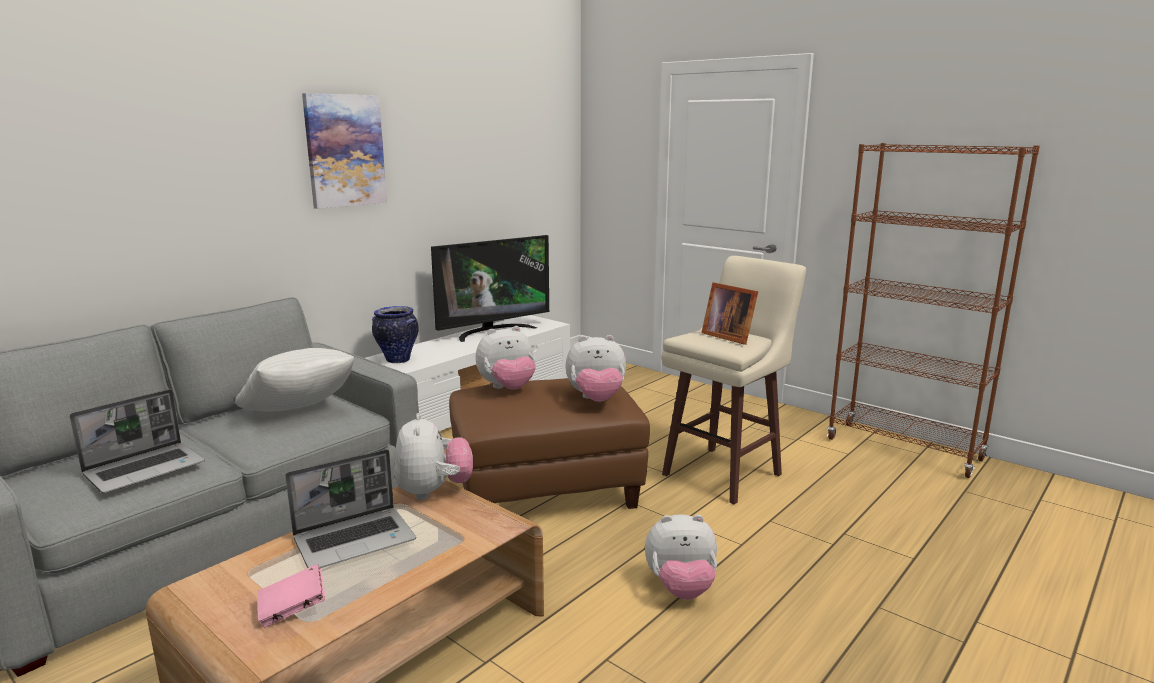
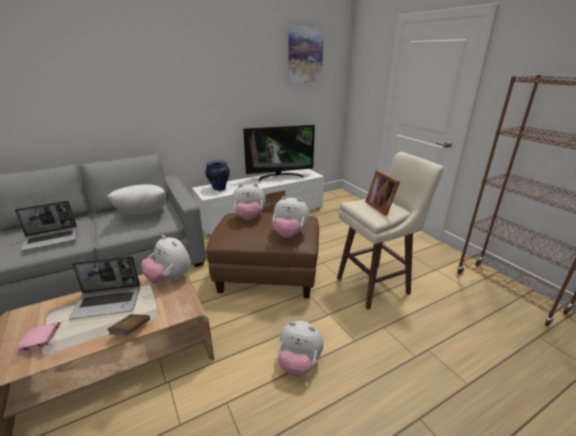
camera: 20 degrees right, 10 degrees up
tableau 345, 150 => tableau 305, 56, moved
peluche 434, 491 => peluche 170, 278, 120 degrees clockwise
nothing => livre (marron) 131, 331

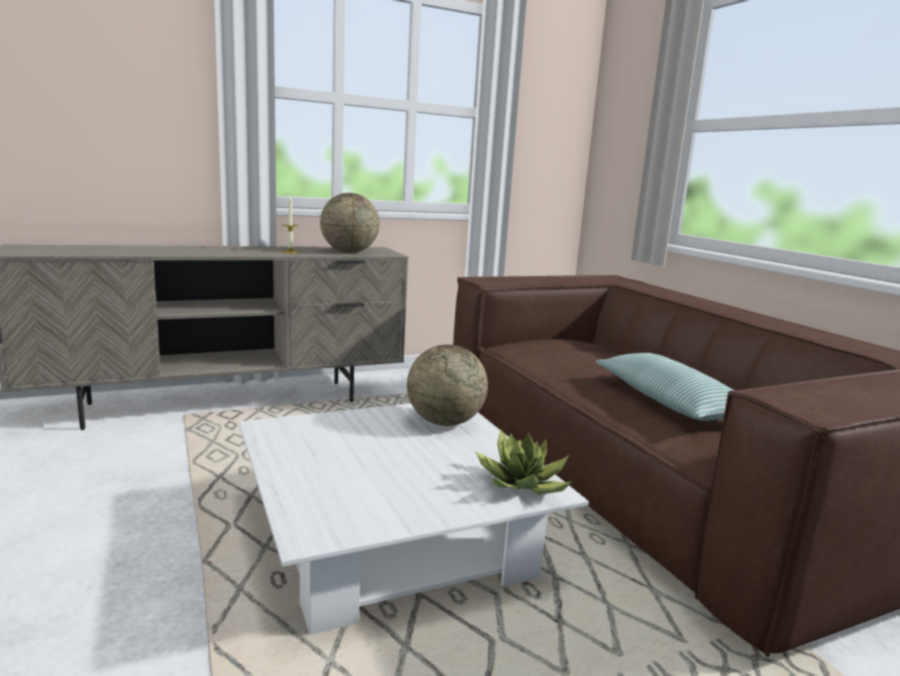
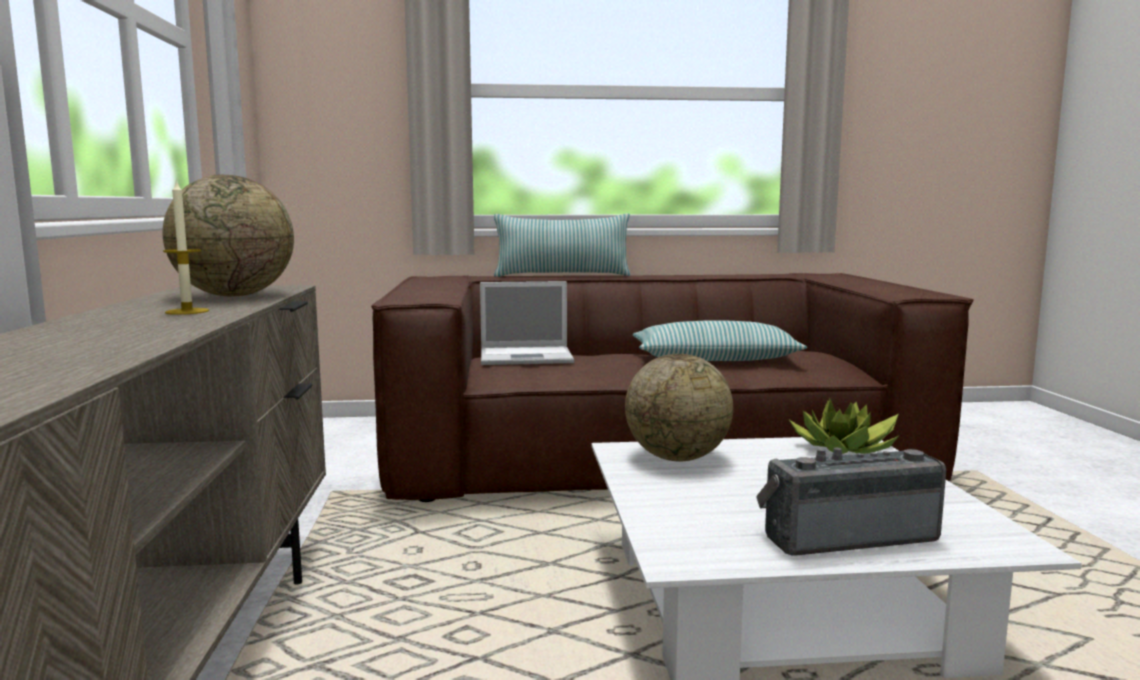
camera: 70 degrees left, 5 degrees down
nothing => coussin 562, 275
nothing => ordinateur portable 528, 357
nothing => radio 846, 535

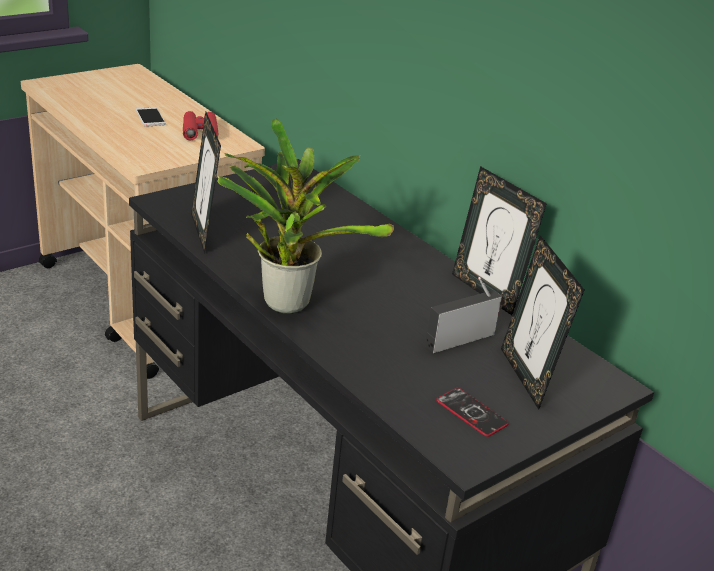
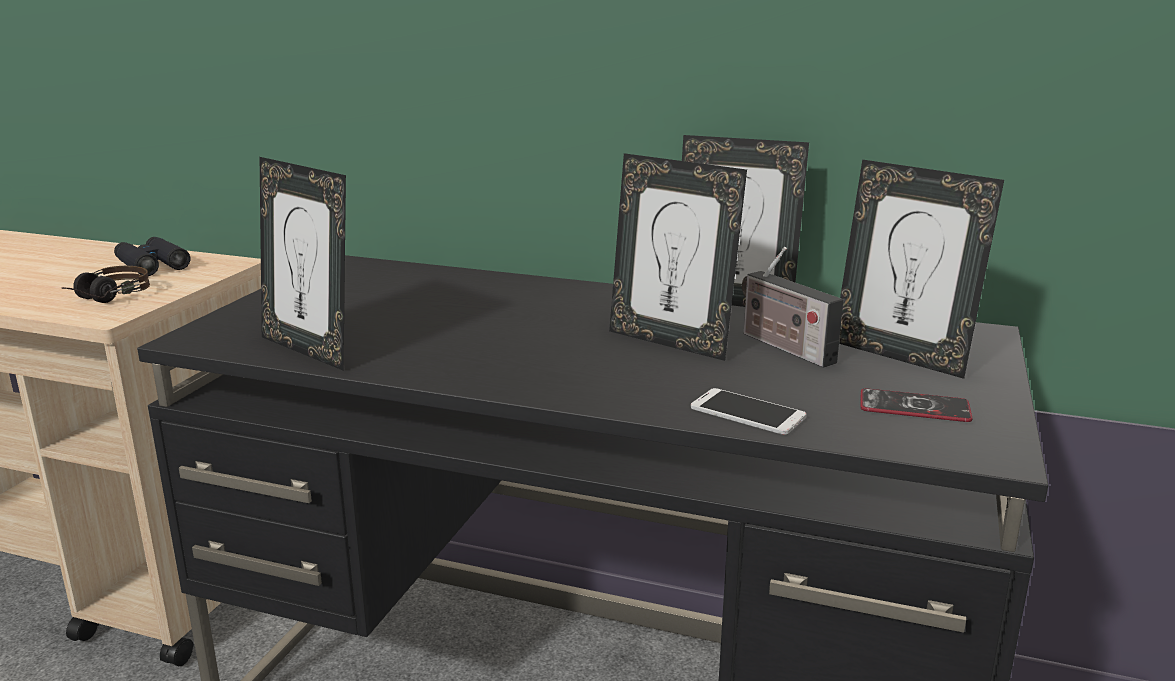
camera: 30 degrees left, 10 degrees down
téléphone 150, 117 => téléphone 747, 412, moved
jumelles (rouge) 200, 131 => jumelles (noir) 152, 265
plante en pot 286, 300 => nothing
radio 462, 339 => radio 782, 347, 60 degrees counterclockwise
nothing => cadre photo 670, 342
nothing => casque audio 102, 300

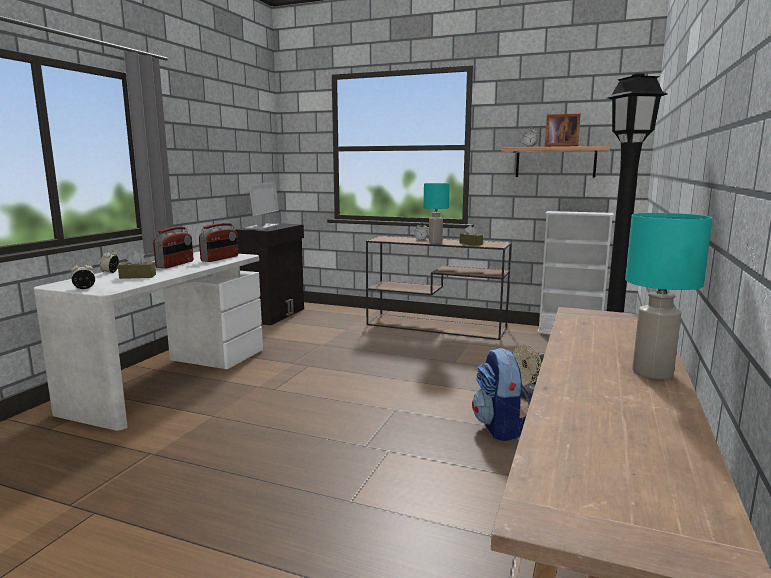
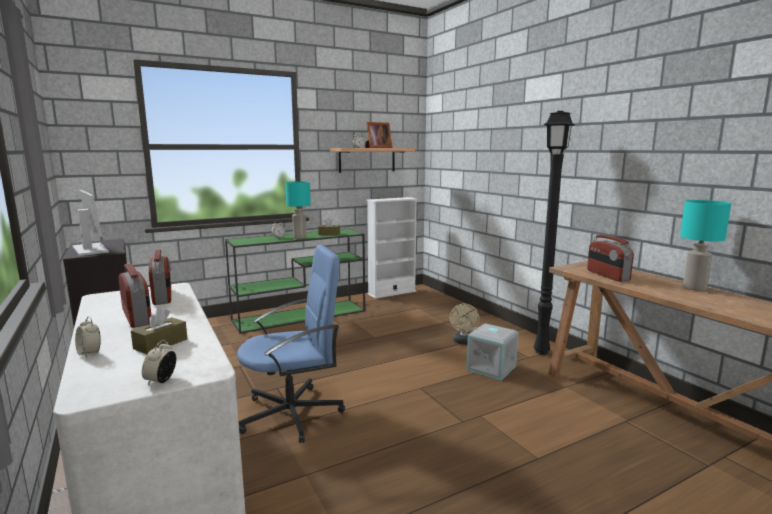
camera: 50 degrees left, 0 degrees up
table console (marron) 437, 326 => table console (vert) 301, 315
sac à dos 500, 428 => boîte de rangement (gris) 492, 367
nothing => radio 607, 275
nothing => chaise de bureau (bleu) 293, 414

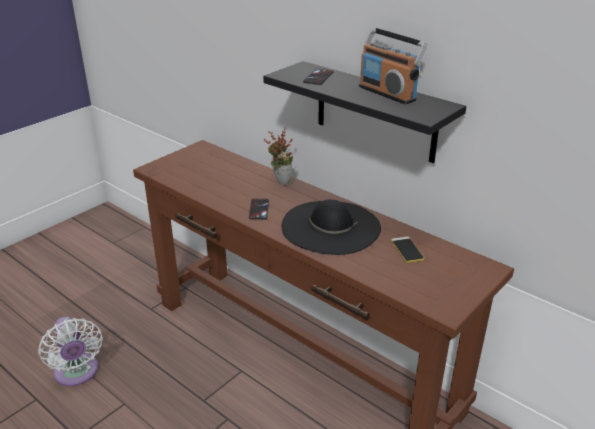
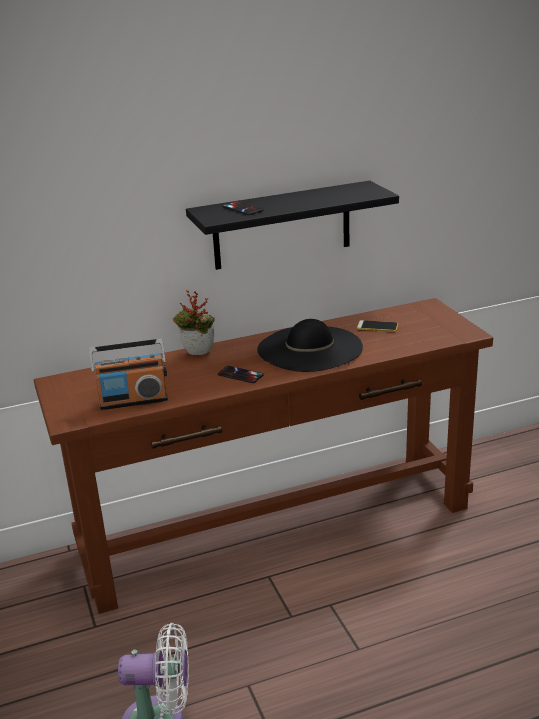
camera: 60 degrees left, 5 degrees down
radio 387, 93 => radio 133, 401, moved

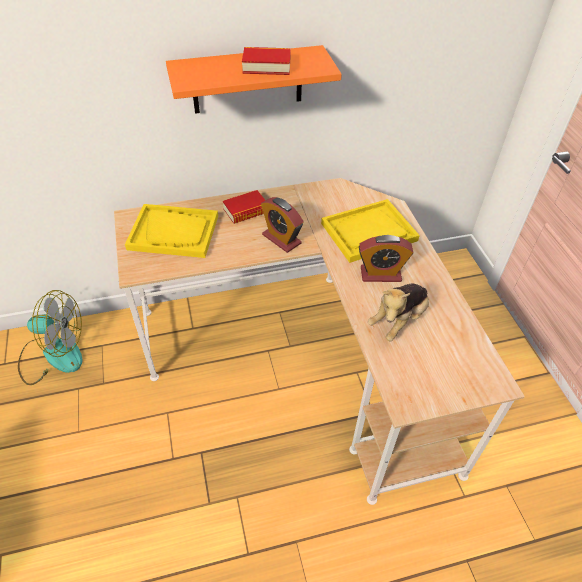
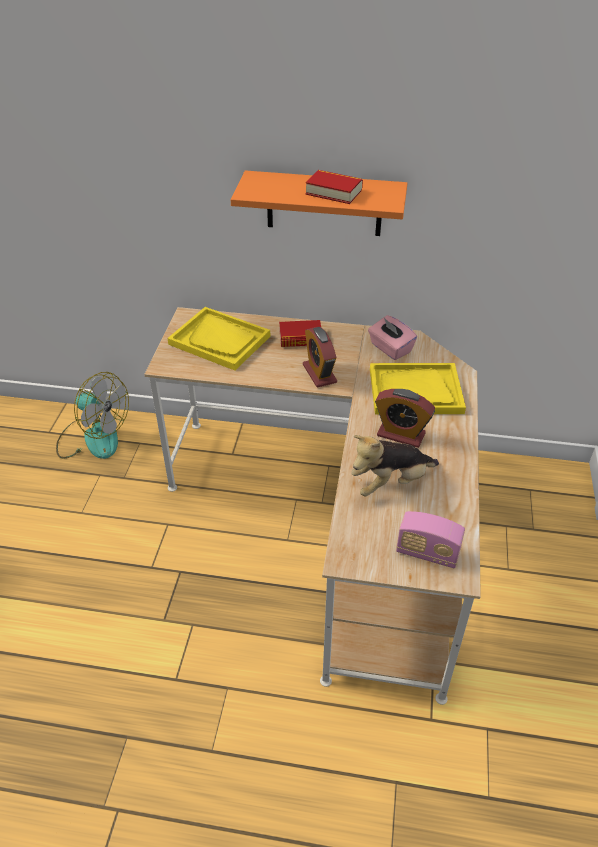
camera: 25 degrees right, 5 degrees down
nothing => boîte à mouchoirs (rose) 390, 348
nothing => radio 427, 553

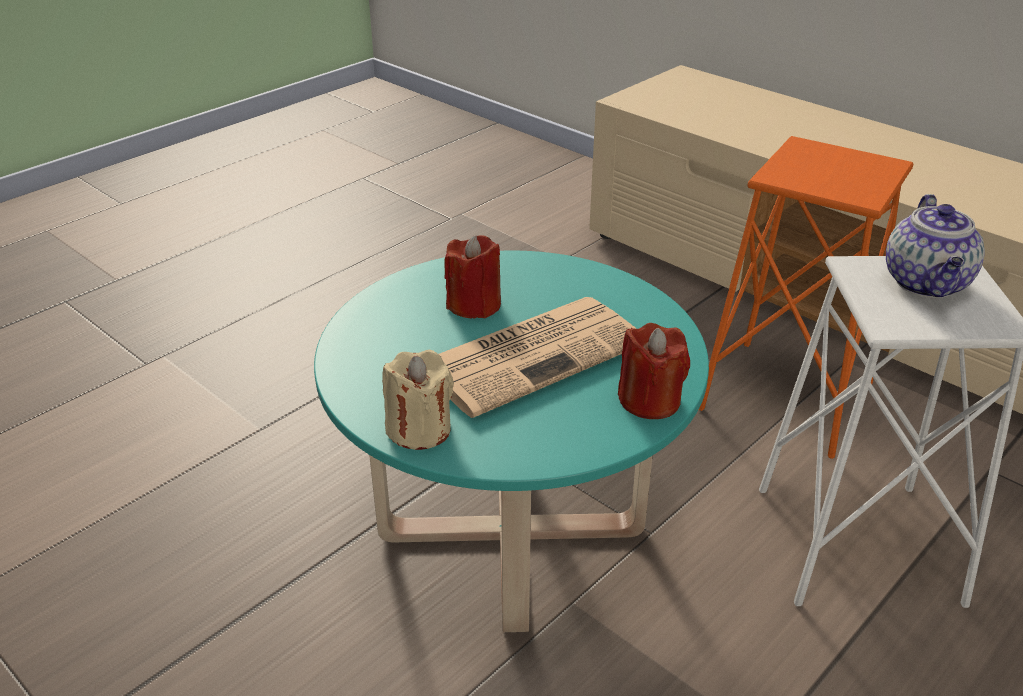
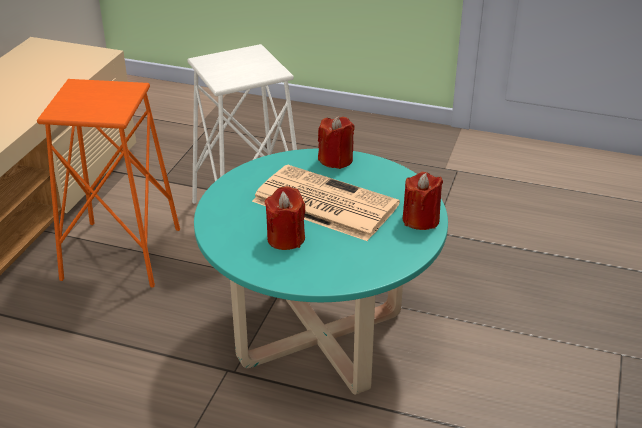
camera: 115 degrees left, 0 degrees up
théière 927, 284 => nothing
bougie (beige) 419, 430 => bougie (rouge) 420, 220

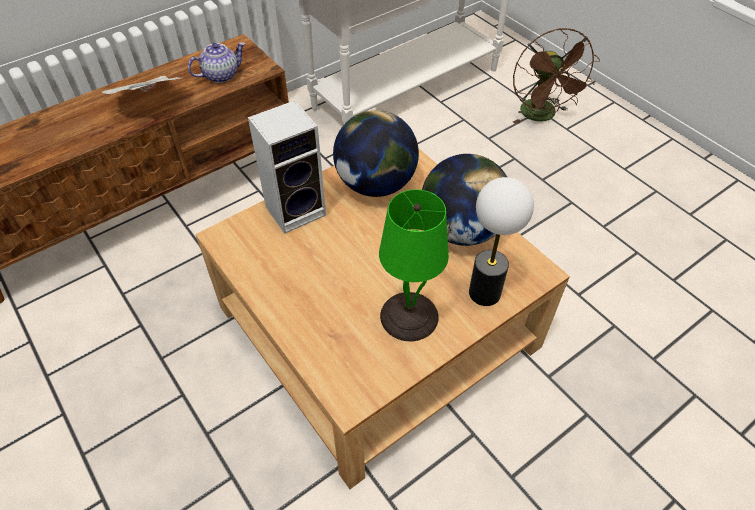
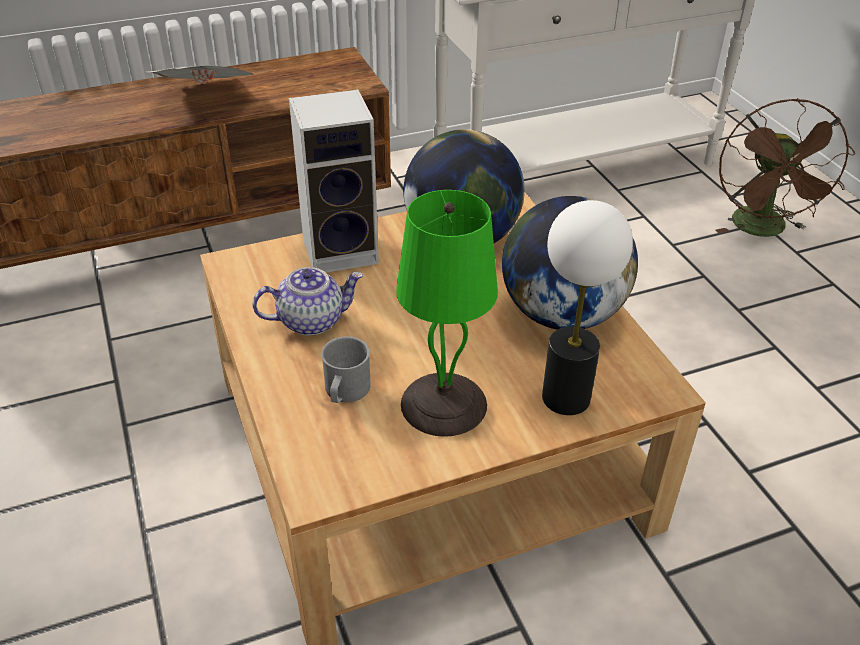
camera: 15 degrees right, 10 degrees down
théière 221, 75 => théière 311, 320, moved
nothing => mug (gris) 345, 392

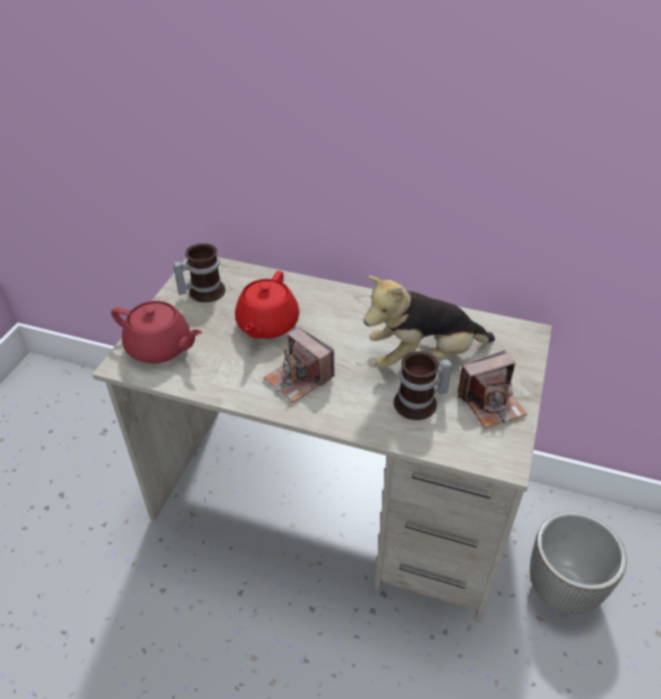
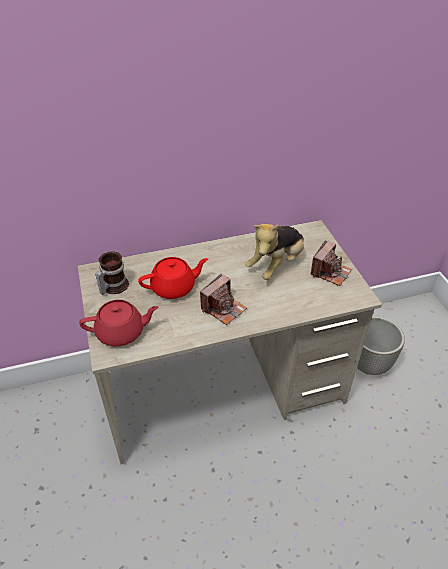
camera: 35 degrees left, 0 degrees up
théière (rouge) 267, 325 => théière (rouge) 174, 288, 90 degrees counterclockwise
appareil photo 298, 378 => appareil photo 223, 308, 60 degrees counterclockwise
mug 420, 404 => nothing

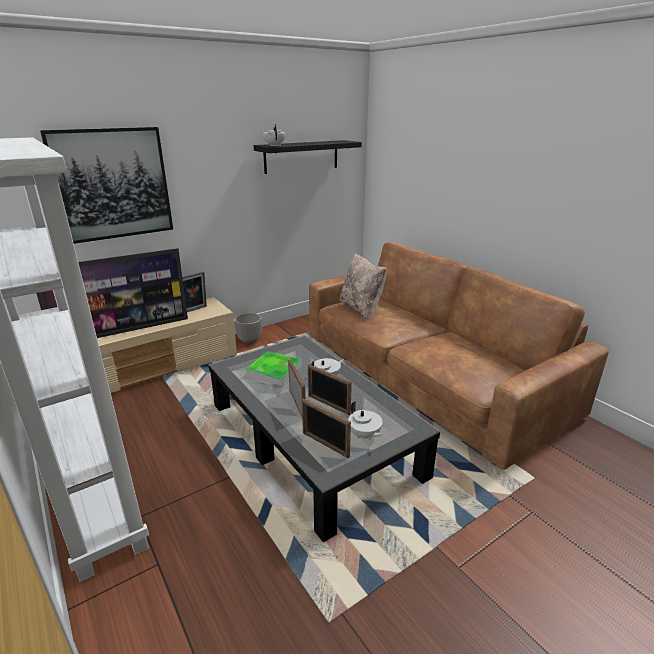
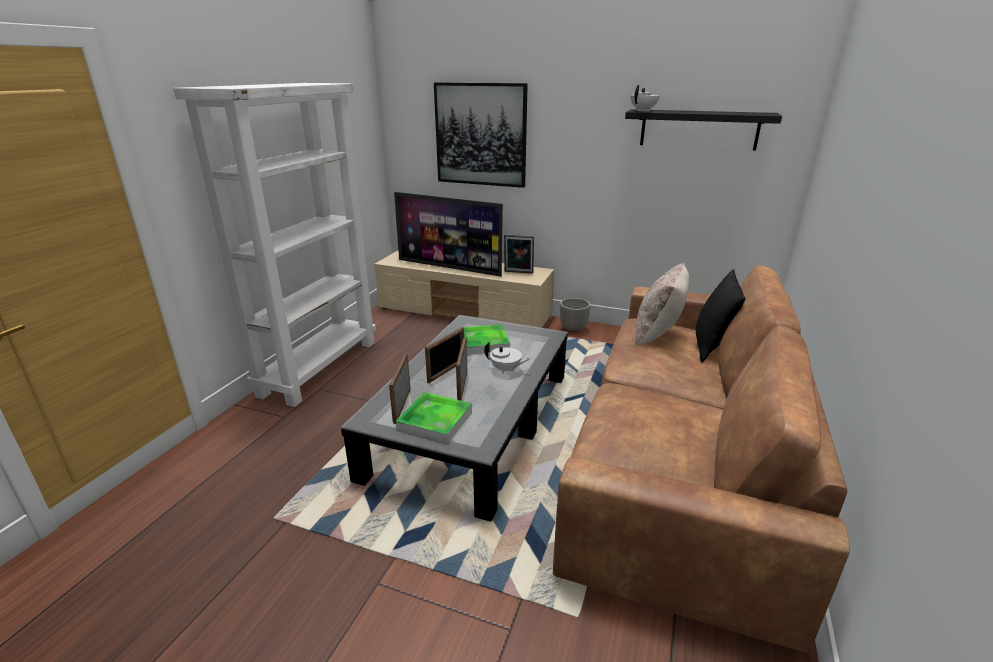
camera: 55 degrees right, 0 degrees up
théière (blanc) 364, 435 => plateau 435, 421
nothing => coussin (noir) 711, 347

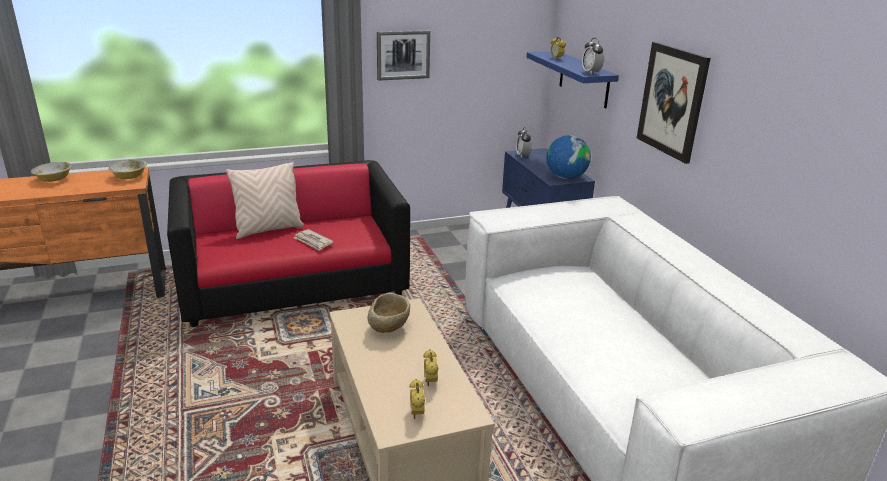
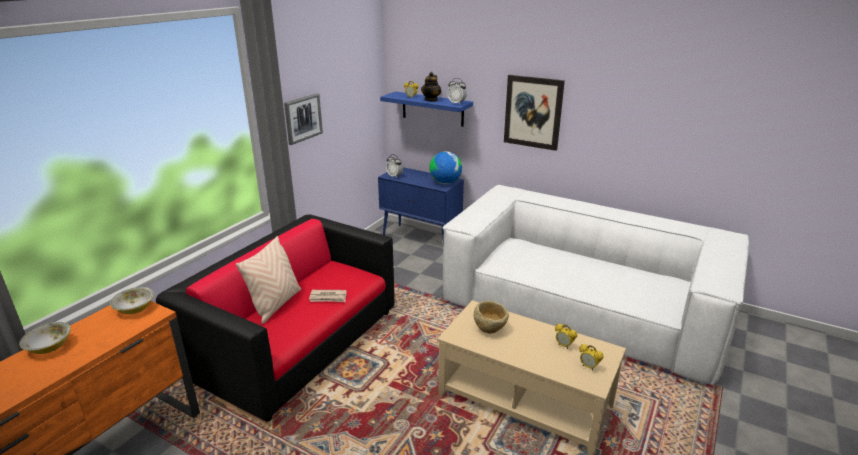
camera: 40 degrees left, 0 degrees up
nothing => théière 431, 100

